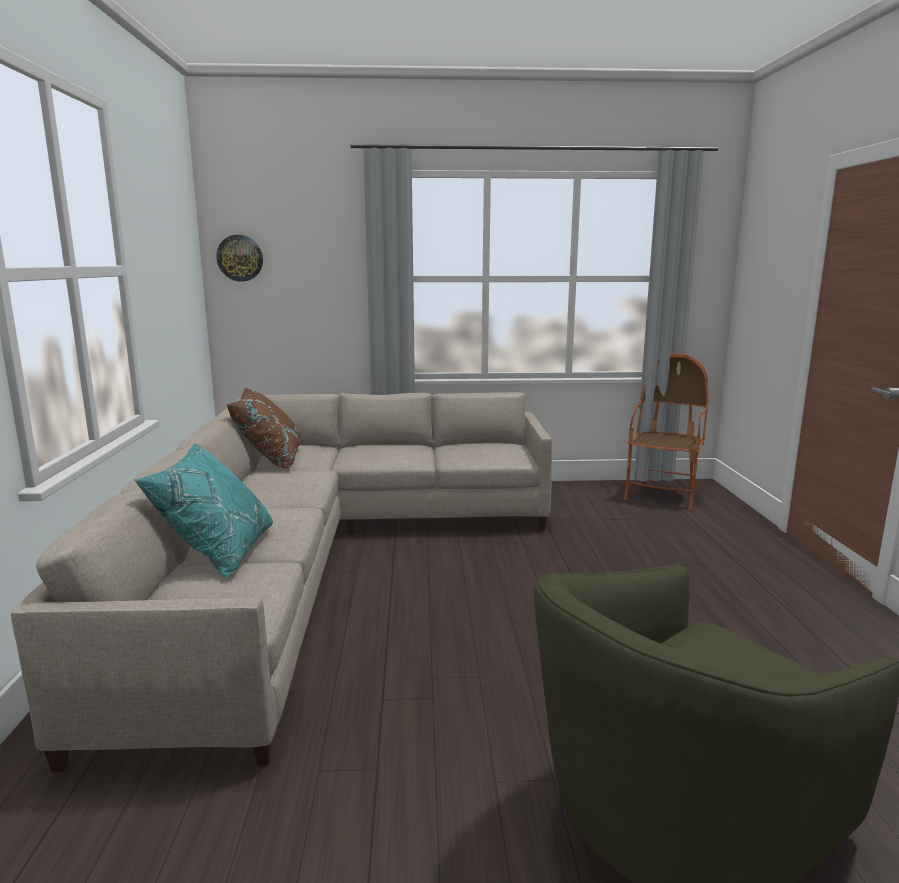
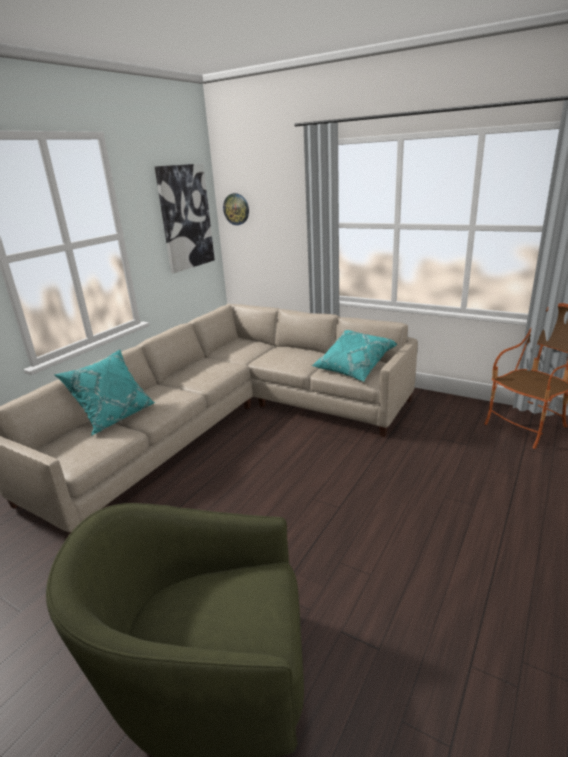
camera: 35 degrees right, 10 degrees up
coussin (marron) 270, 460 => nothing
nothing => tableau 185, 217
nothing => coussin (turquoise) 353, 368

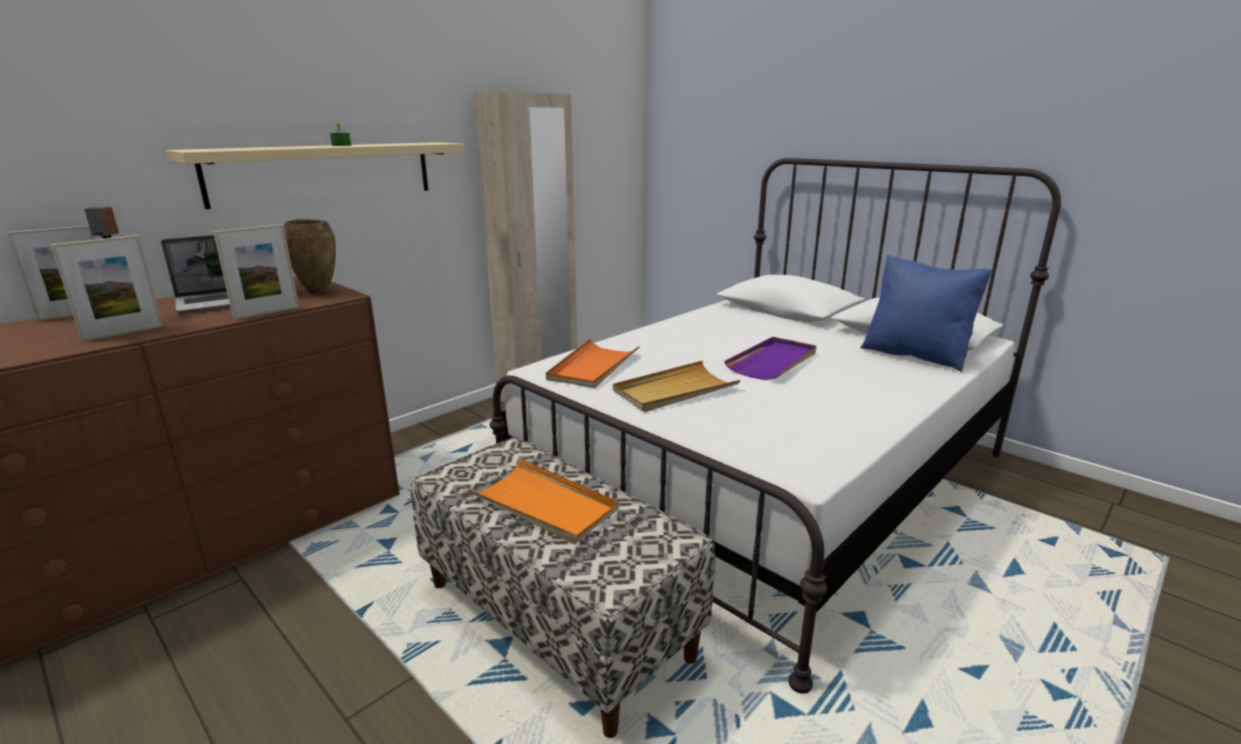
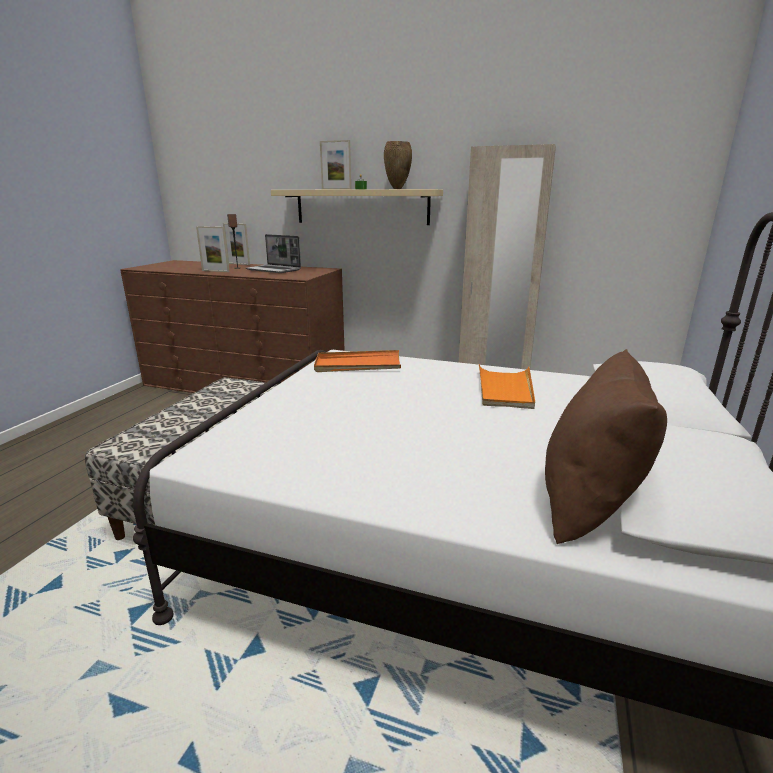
camera: 65 degrees right, 0 degrees up
vase (marron) 319, 293 => vase (marron) 398, 189, moved
cadre photo 267, 313 => cadre photo 336, 189, moved
coussin (bleu) 915, 355 => coussin (marron) 588, 504
plateau (violet) 773, 362 => nothing
plateau (beige) 674, 390 => nothing
plateau (orange) 544, 505 => plateau (orange) 505, 389, moved

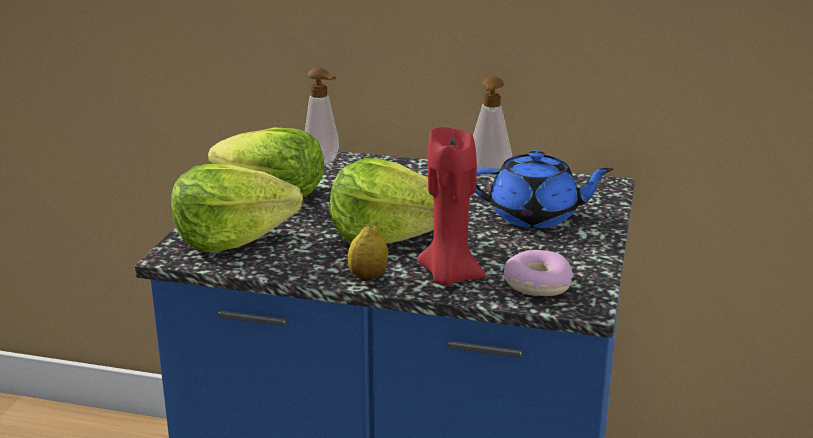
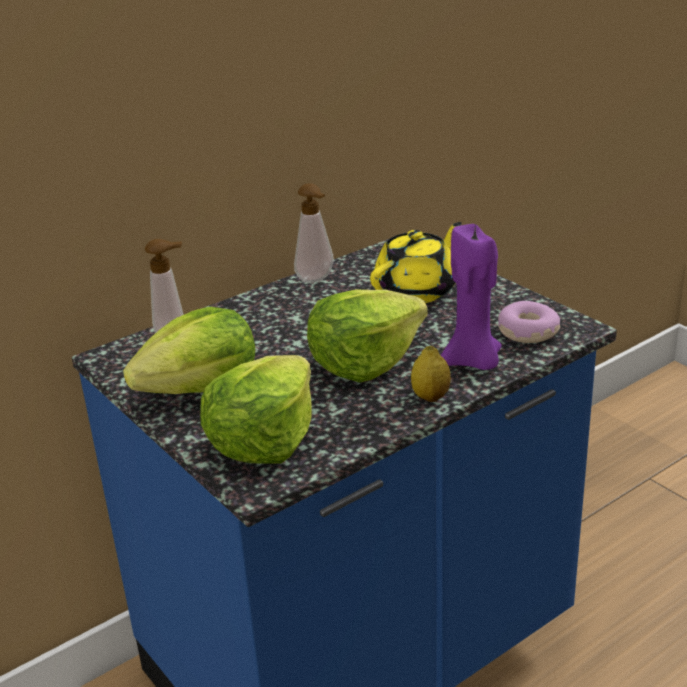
camera: 50 degrees left, 5 degrees up
bougie (rouge) 449, 276 => bougie (violet) 473, 362
théière (bleu) 535, 216 => théière (jaune) 417, 290

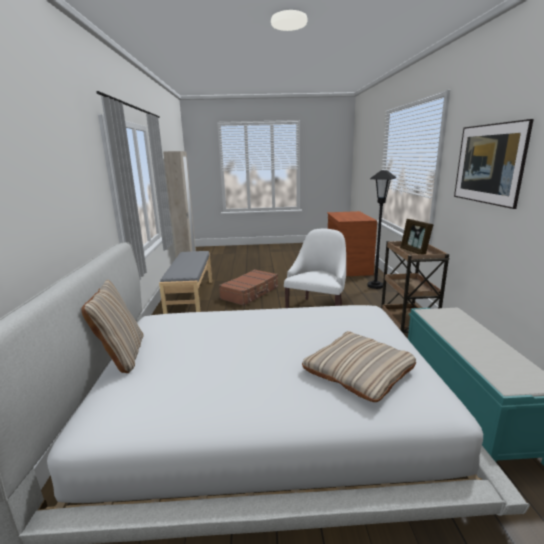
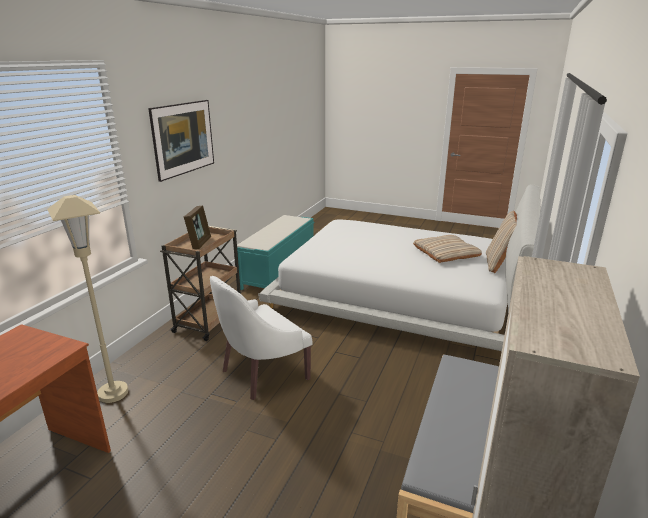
camera: 155 degrees left, 5 degrees up
lampadaire (noir) 375, 286 => lampadaire (beige) 113, 393
valise (marron) 250, 293 => nothing
coussin (beige) 358, 370 => coussin (beige) 446, 253, moved

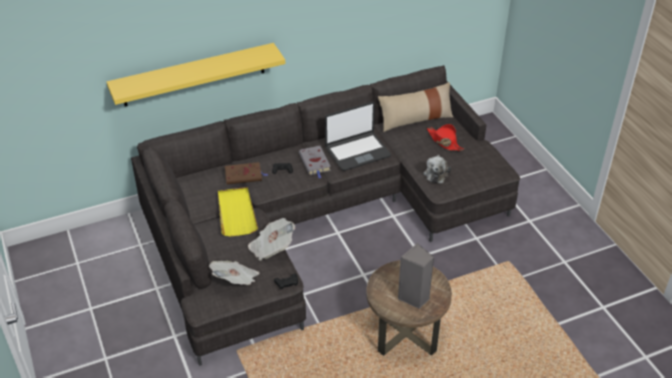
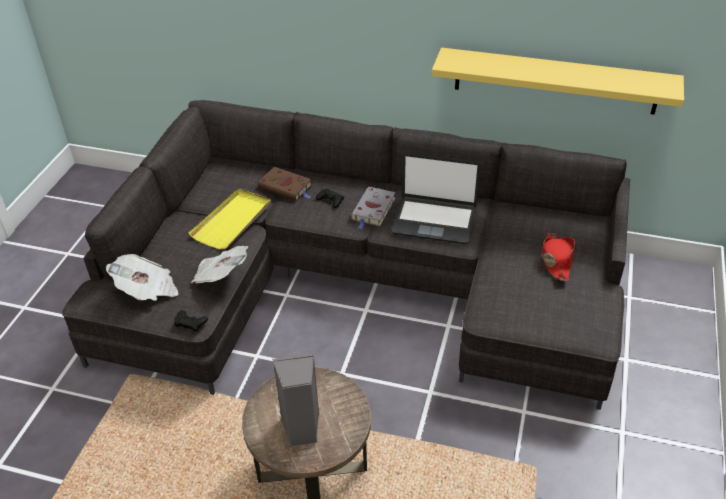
camera: 40 degrees right, 0 degrees up
étagère (jaune) 194, 75 => étagère (jaune) 555, 81, moved
coussin (beige) 415, 119 => nothing
peluche 436, 173 => nothing

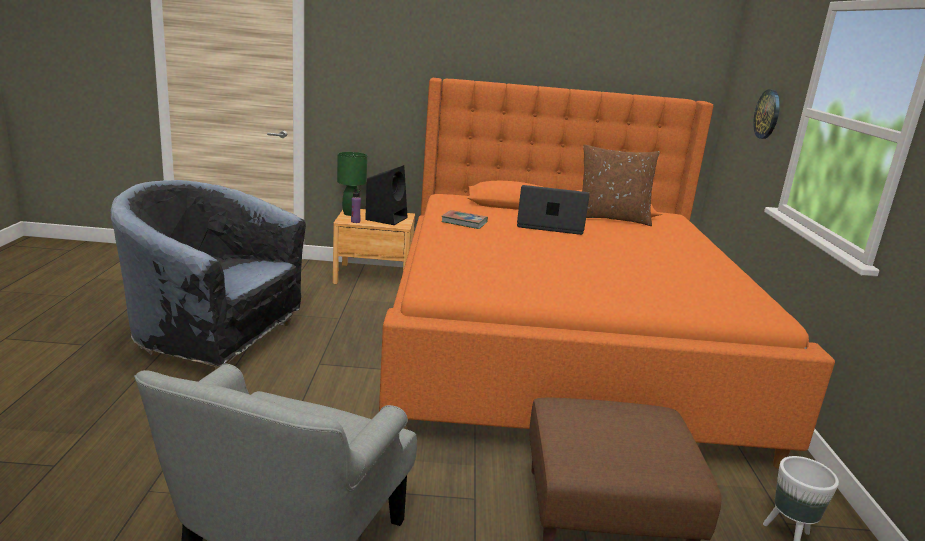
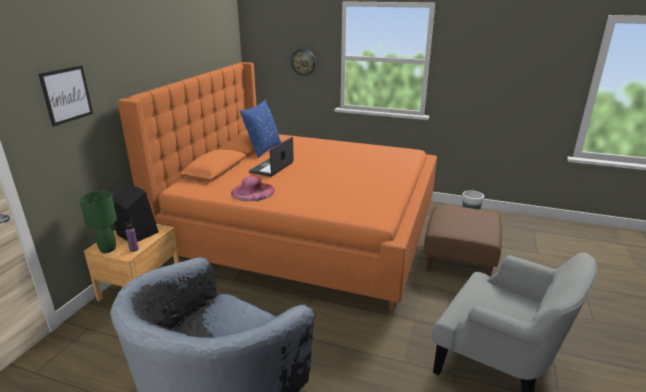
camera: 70 degrees left, 5 degrees up
coussin (marron) 611, 219 => coussin (bleu) 263, 149
livre 464, 222 => chapeau (rose) 253, 191
nothing => tableau 67, 95

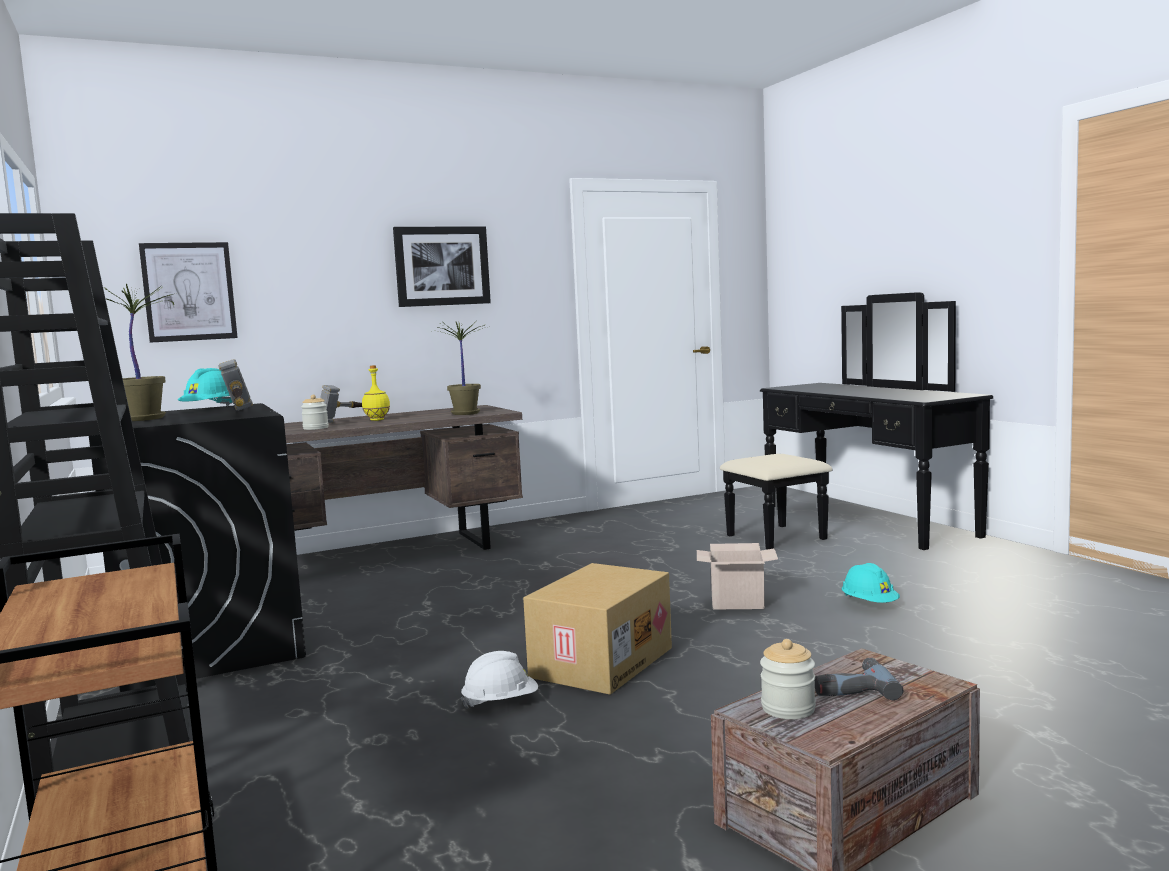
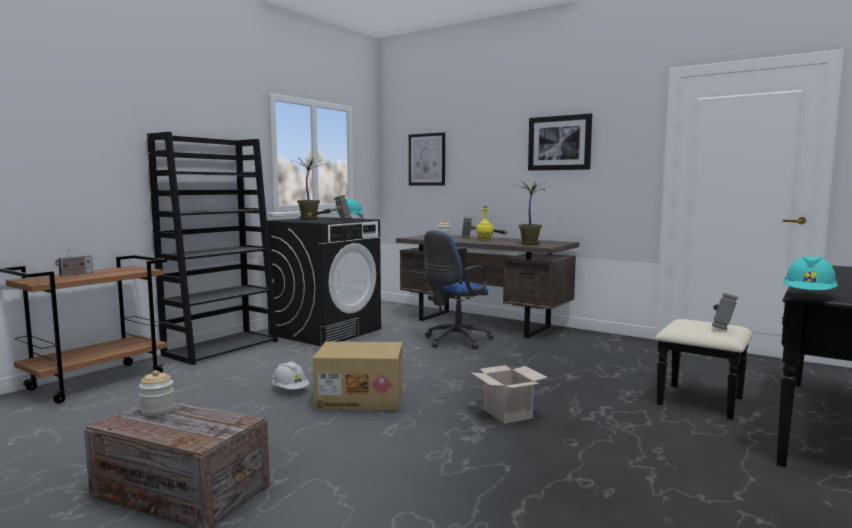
camera: 60 degrees right, 0 degrees up
casque de chantier (turquoise) 869, 604 => casque de chantier (turquoise) 809, 296, moved
perceuse 851, 687 => nothing
nothing => chaise de bureau (bleu) 454, 341
nothing => radio 75, 274
nothing => marteau 719, 324

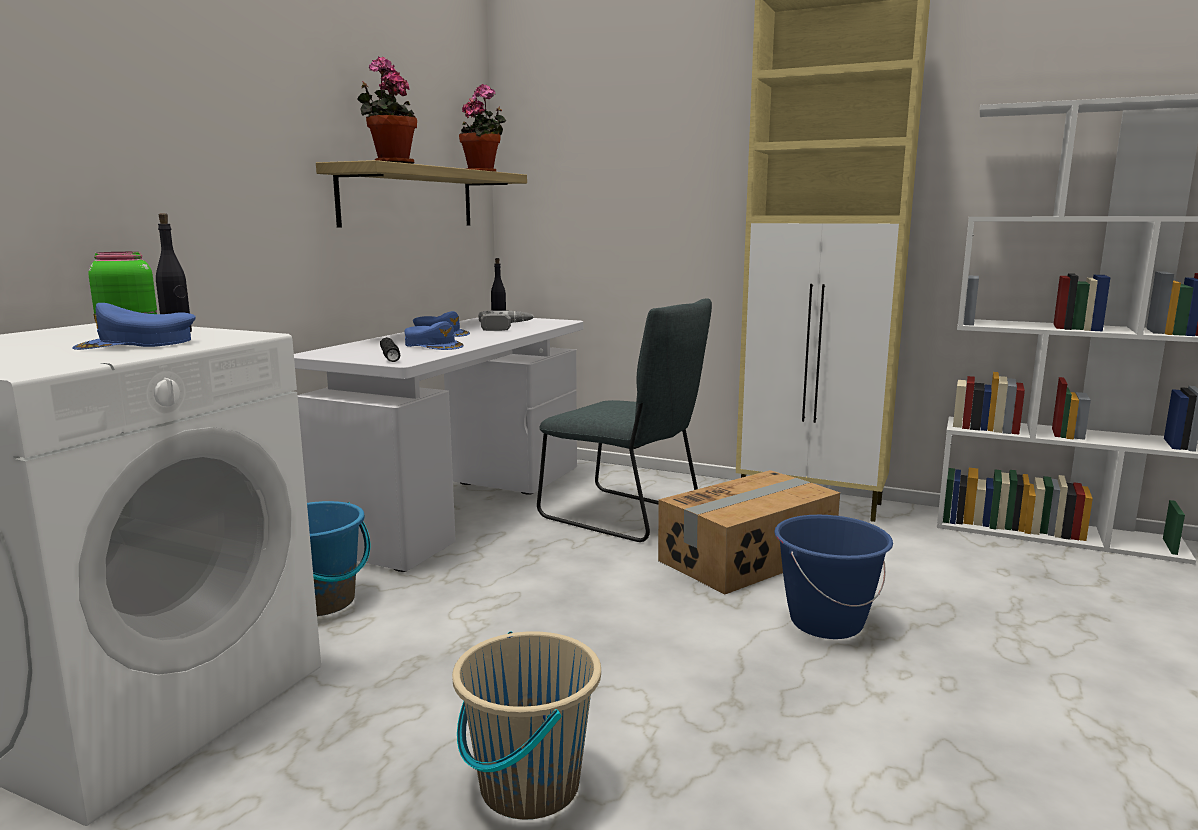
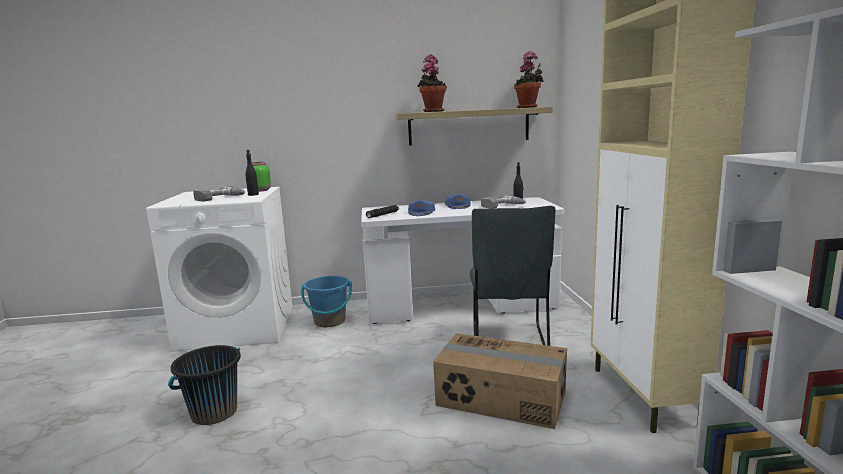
camera: 60 degrees right, 0 degrees up
casquette (bleu) 137, 344 => perceuse 221, 198
seau (bleu) 826, 622 => nothing
seau (beige) 528, 786 => seau (noir) 214, 412

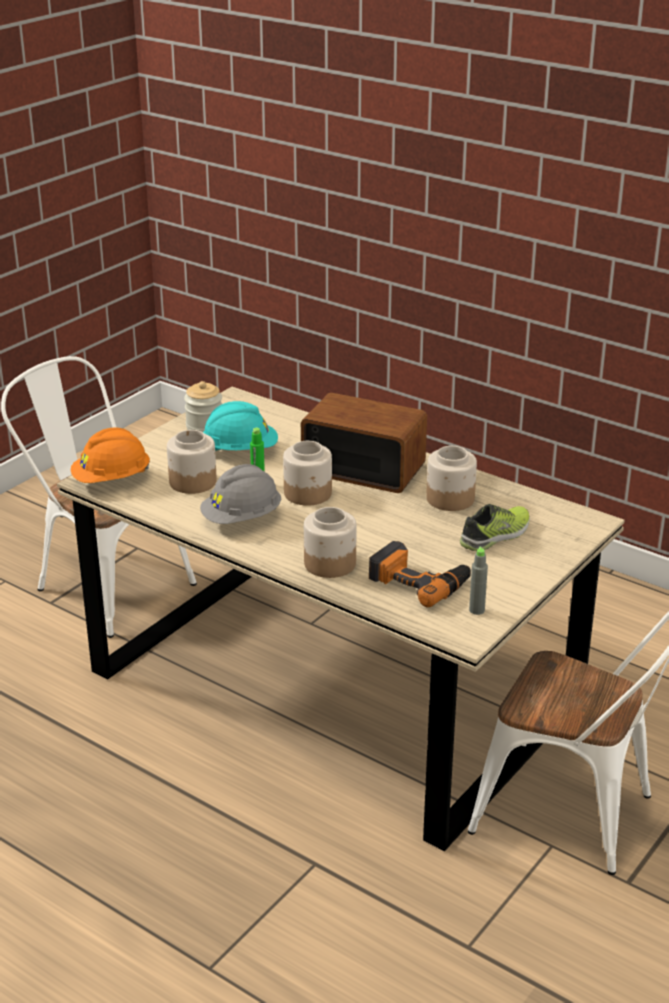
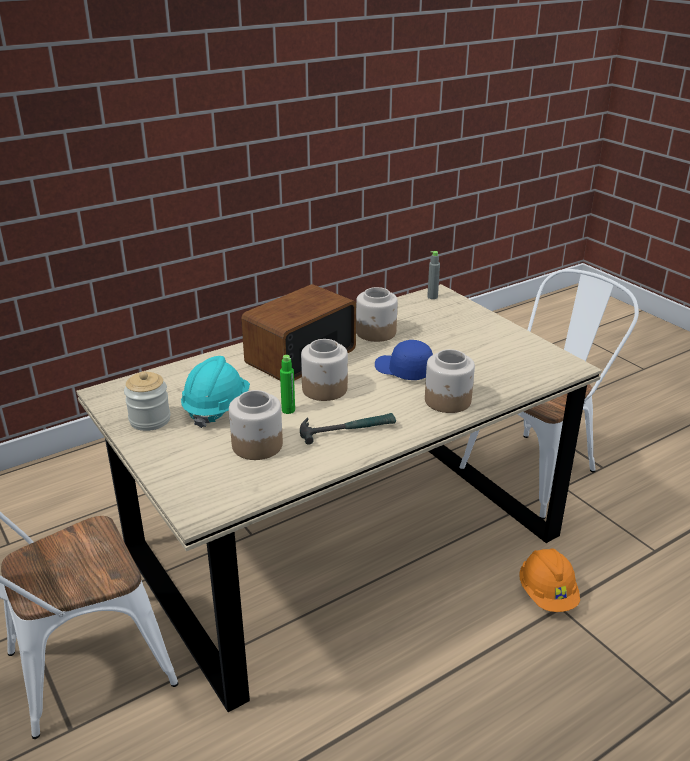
camera: 70 degrees left, 0 degrees up
casque de chantier (orange) 112, 479 => casque de chantier (orange) 547, 594, moved
casque de chantier (gris) 242, 518 => marteau 347, 429
chaussure 496, 536 => nothing
perceuse 419, 581 => nothing
bouteille (gris) 476, 610 => bouteille (gris) 432, 297, moved
nothing => casquette (bleu) 403, 370

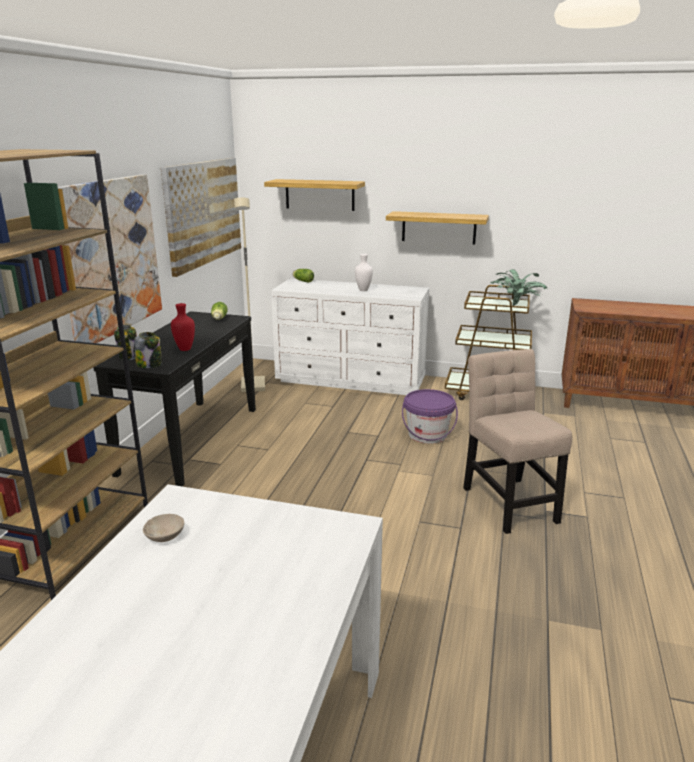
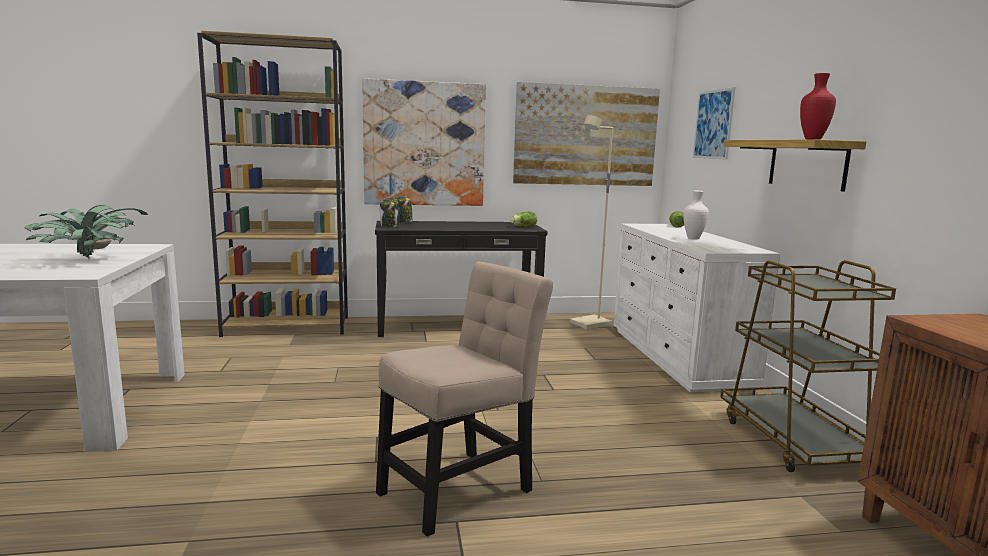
camera: 65 degrees right, 10 degrees down
étagère 319, 194 => tableau 713, 124
plante en pot 517, 305 => plante en pot 87, 261, moved
vase (rouge) 184, 349 => vase (rouge) 812, 139, moved
seau (violet) 427, 434 => nothing

